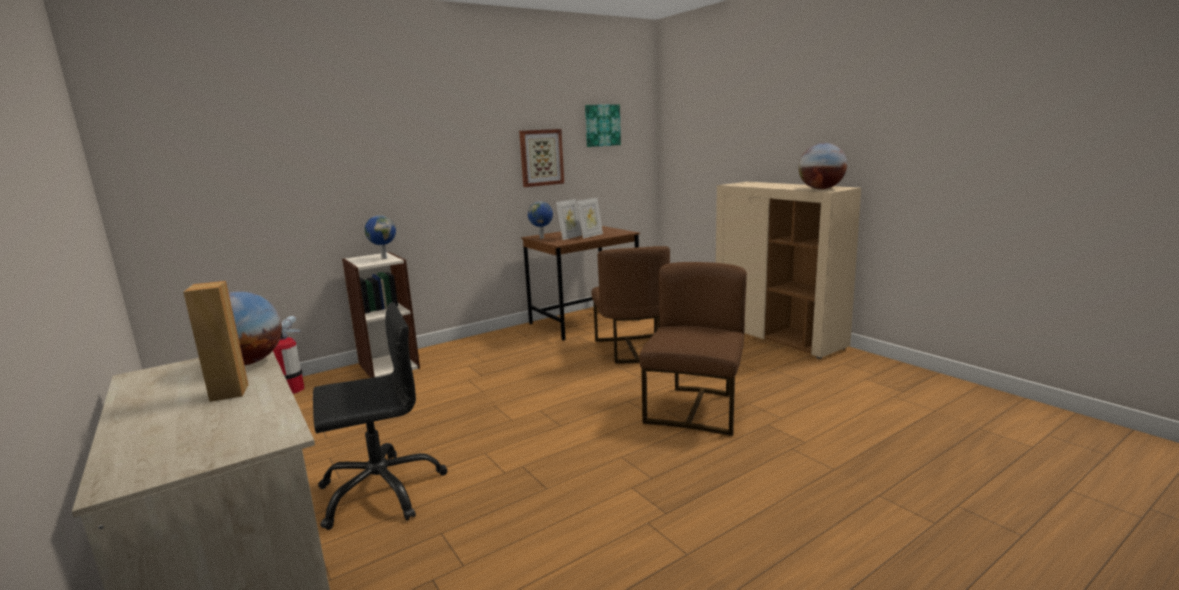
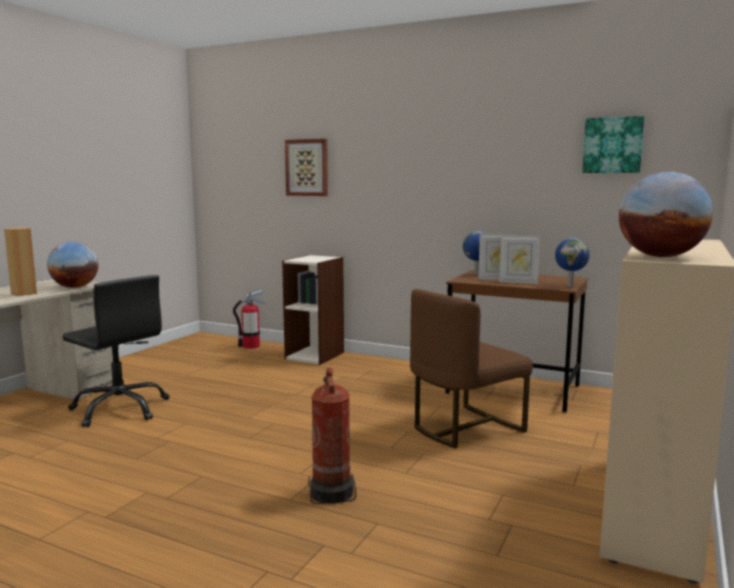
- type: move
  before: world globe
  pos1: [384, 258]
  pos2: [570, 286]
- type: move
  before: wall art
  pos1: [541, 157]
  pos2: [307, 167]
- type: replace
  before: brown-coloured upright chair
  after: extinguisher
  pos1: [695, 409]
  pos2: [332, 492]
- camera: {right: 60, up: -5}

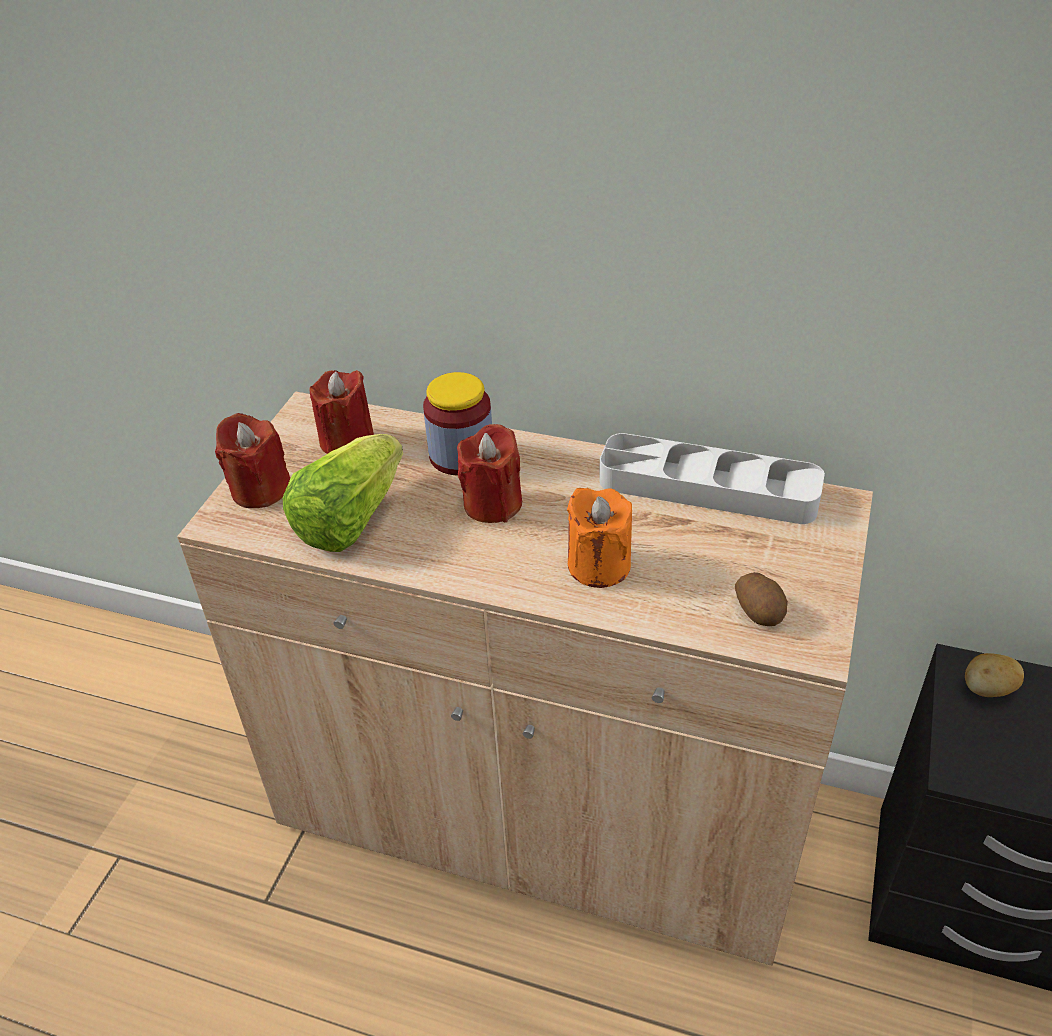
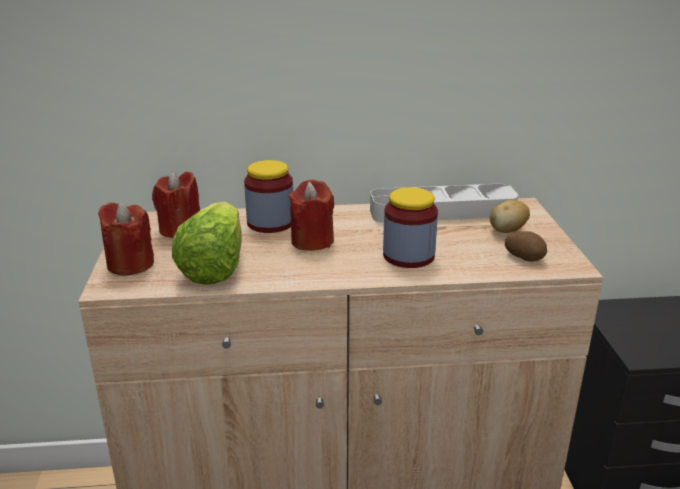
- type: replace
  before: orange-coloured candle
  after: preserve jar
  pos1: [599, 565]
  pos2: [408, 256]
- type: move
  before: potato
  pos1: [987, 690]
  pos2: [507, 231]
- camera: {right: -25, up: -15}

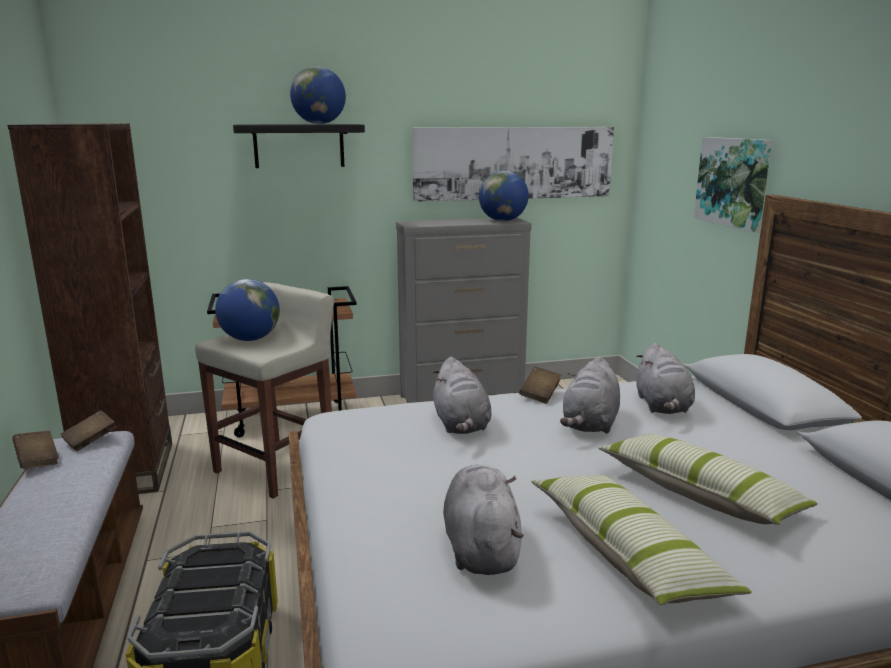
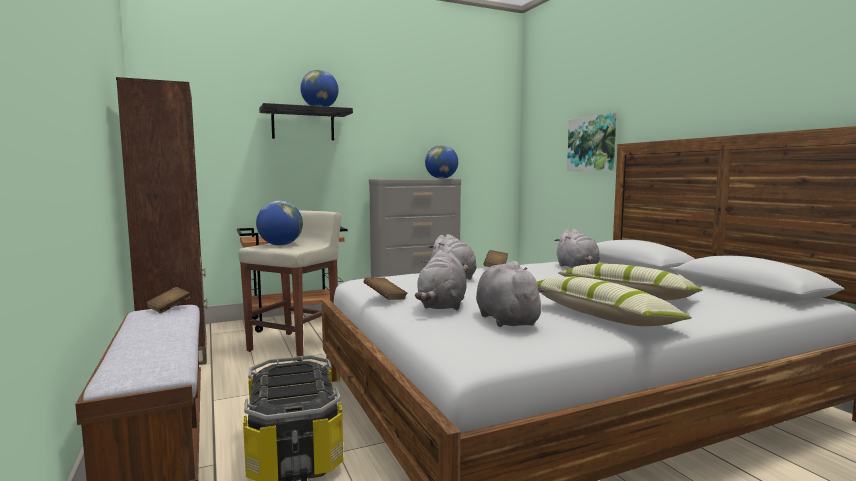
- type: move
  before: brown-coloured bound book
  pos1: [38, 460]
  pos2: [385, 298]
- type: delete
  before: wall art
  pos1: [514, 163]
- type: move
  before: grey cuddly toy
  pos1: [590, 424]
  pos2: [442, 305]
- camera: {right: -10, up: -10}

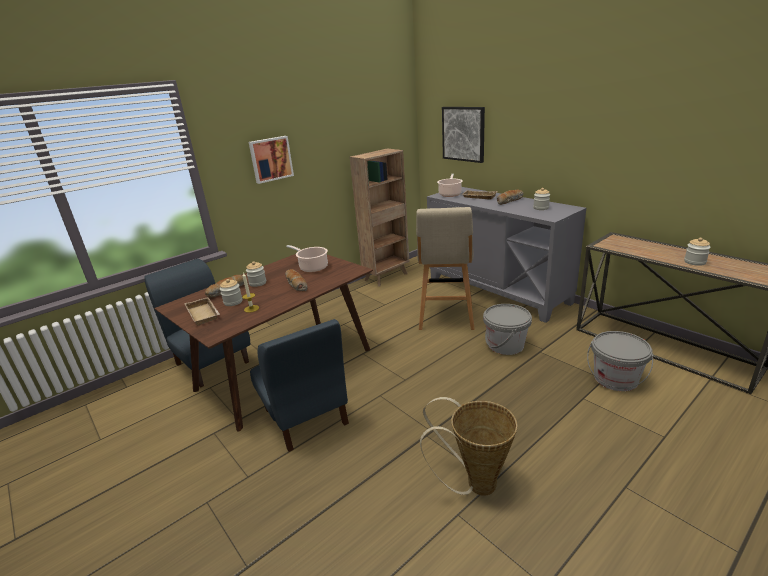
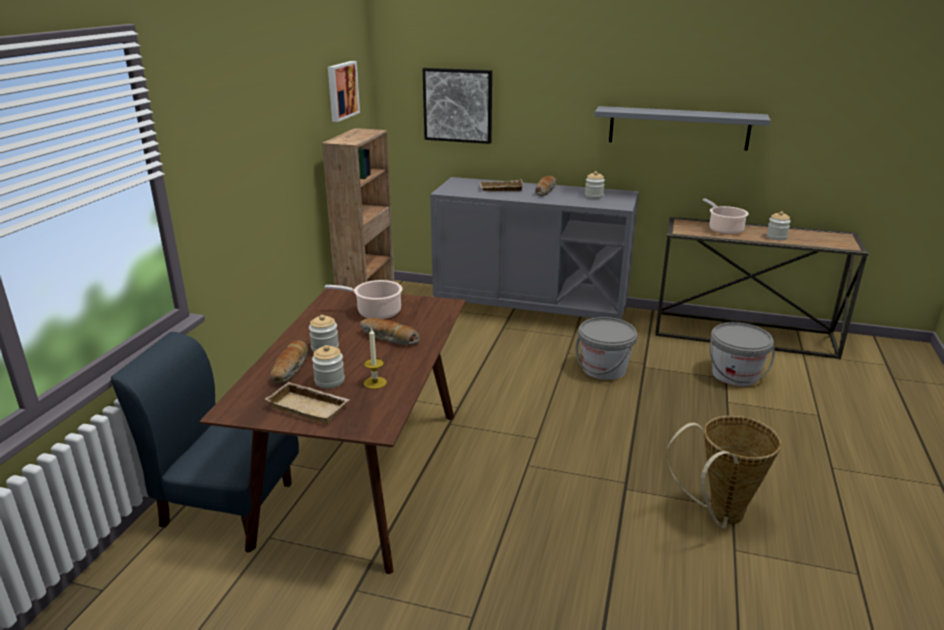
- type: move
  before: wall art
  pos1: [270, 159]
  pos2: [341, 90]
- type: delete
  before: bluish upright chair
  pos1: [305, 417]
- type: delete
  before: beige-coloured stool
  pos1: [446, 318]
- type: move
  before: saucepot
  pos1: [450, 194]
  pos2: [724, 229]
- type: insert
  after: grey bracket shelf
  pos2: [678, 128]
- camera: {right: -35, up: 0}

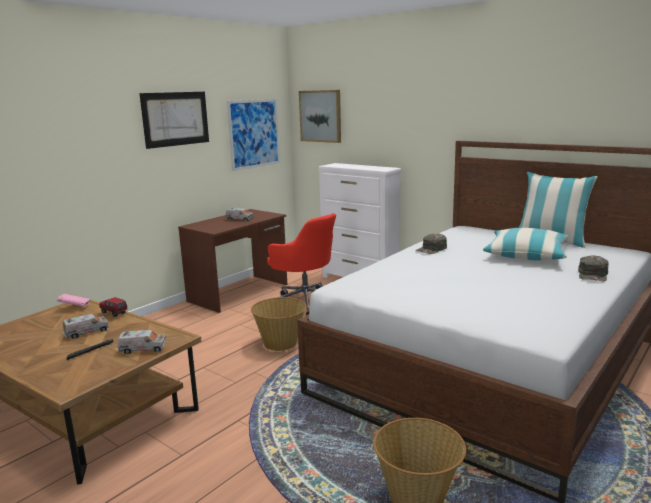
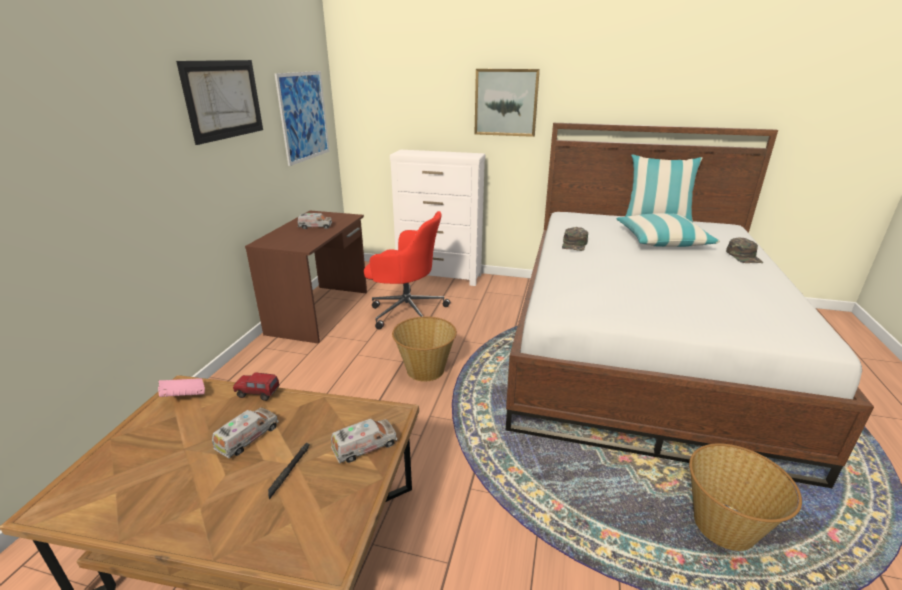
- type: move
  before: wall art
  pos1: [320, 116]
  pos2: [506, 102]
- camera: {right: -25, up: 10}

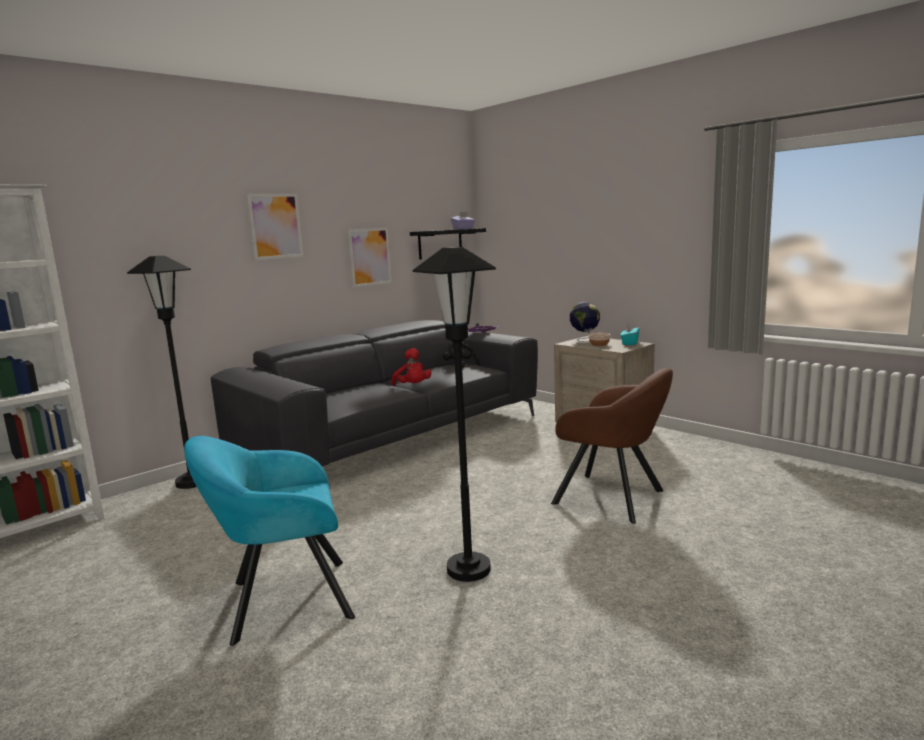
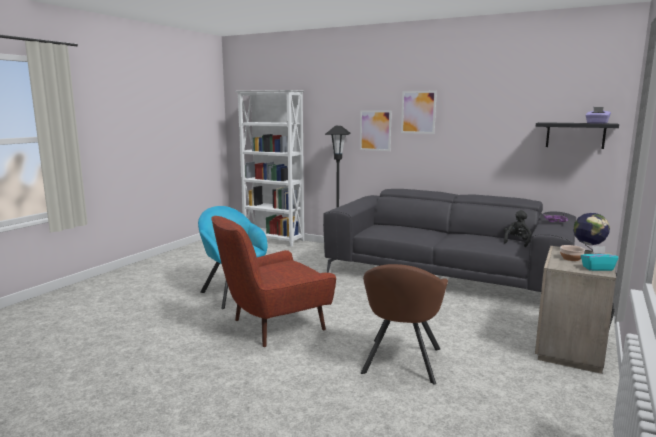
- type: move
  before: wall art
  pos1: [370, 257]
  pos2: [375, 130]
- type: delete
  before: red-coloured cuddly toy
  pos1: [413, 387]
- type: replace
  before: black floor lamp
  after: red-coloured easy chair
  pos1: [468, 569]
  pos2: [273, 326]
- camera: {right: 70, up: 0}

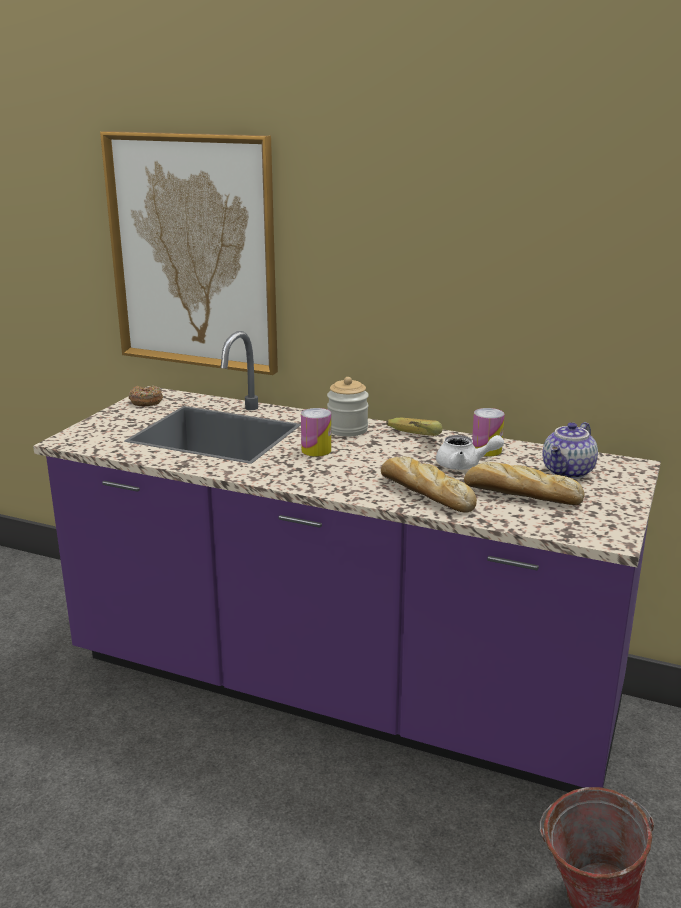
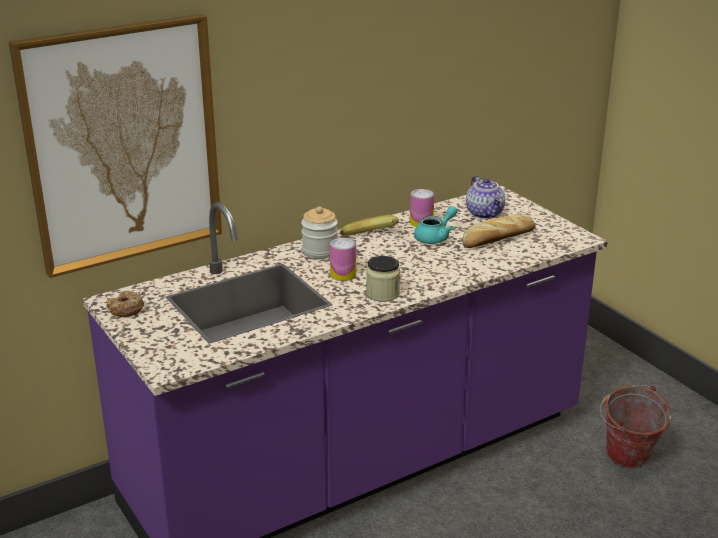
- type: delete
  before: baked bread
  pos1: [424, 492]
- type: recolor
  before: white tea pot
  after: blue-green tea pot
  pos1: [464, 465]
  pos2: [435, 237]
- type: insert
  after: preserve jar
  pos2: [382, 294]
- camera: {right: -55, up: 5}

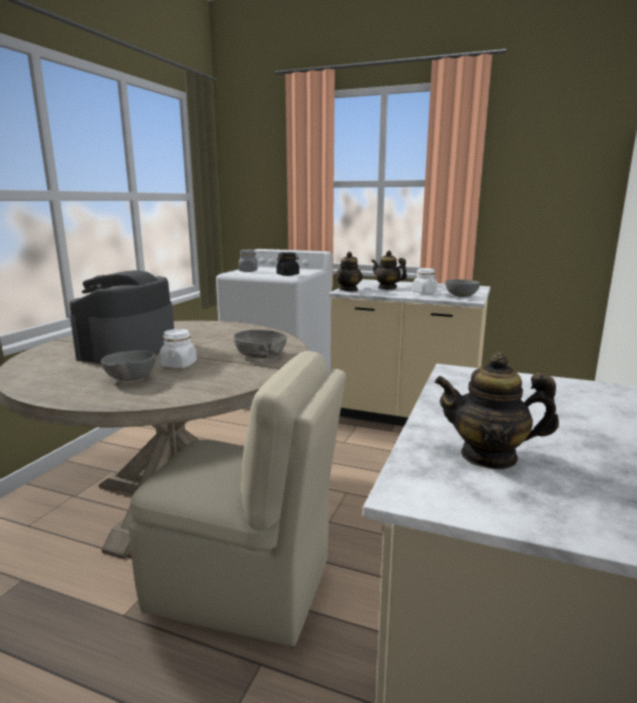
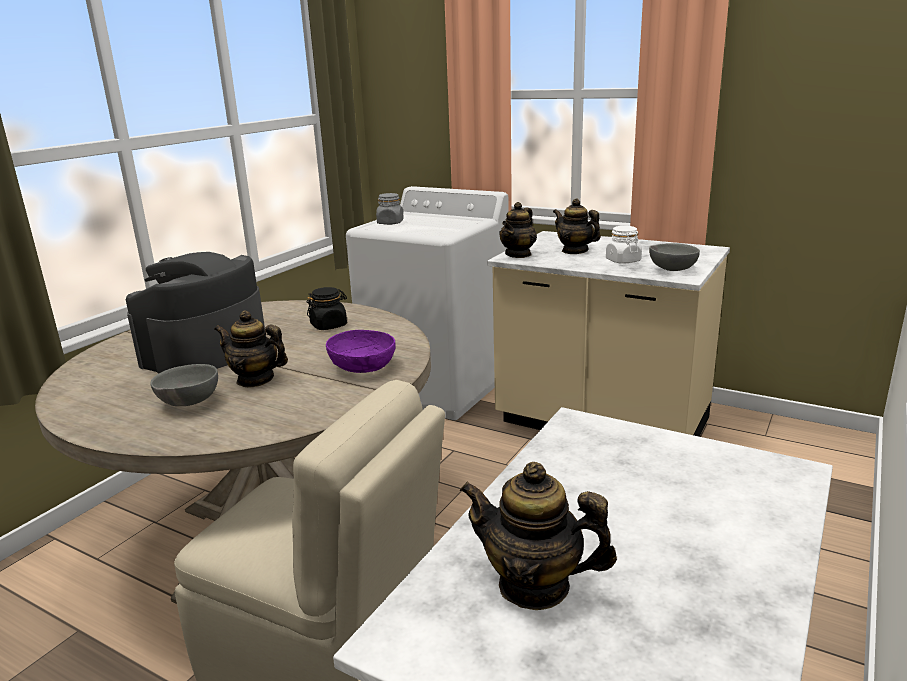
- type: replace
  before: white preserve jar
  after: tea pot
  pos1: [179, 364]
  pos2: [255, 379]
- type: recolor
  before: grey deep dish
  after: purple deep dish
  pos1: [261, 356]
  pos2: [363, 367]
- type: move
  before: black preserve jar
  pos1: [288, 275]
  pos2: [329, 325]
- camera: {right: 10, up: 5}

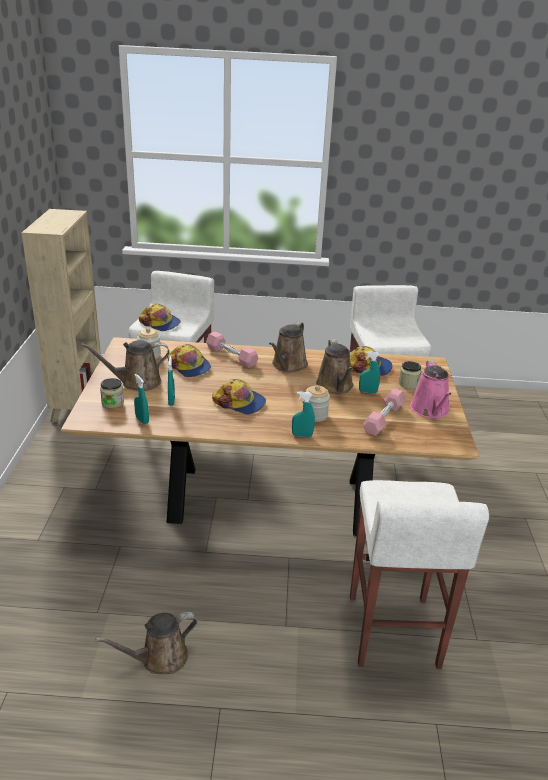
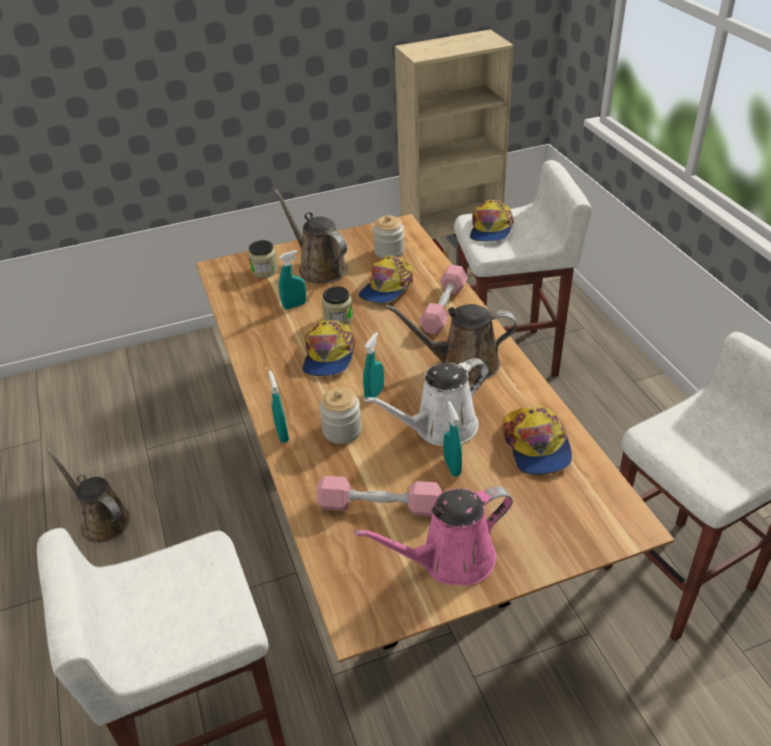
- type: move
  before: blue-green sprayer
  pos1: [142, 420]
  pos2: [374, 394]
- type: recolor
  before: brown-coloured watering can
  after: white watering can
  pos1: [335, 386]
  pos2: [440, 427]
- type: move
  before: preserve jar
  pos1: [408, 384]
  pos2: [338, 319]
- camera: {right: 70, up: 10}

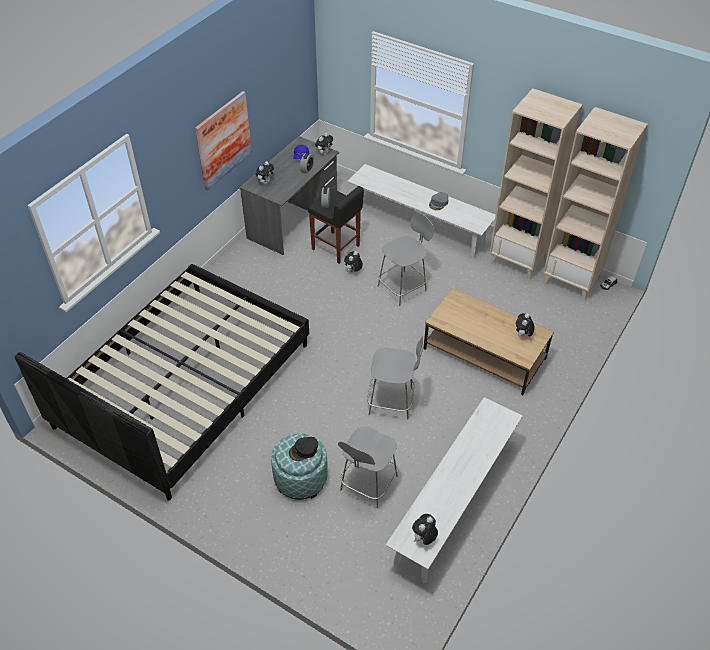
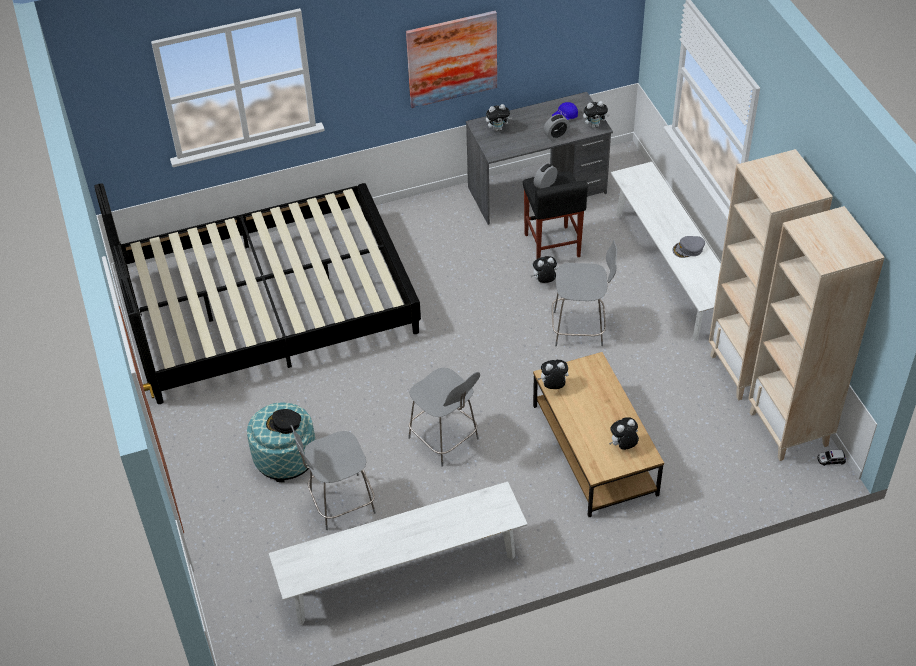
- type: move
  before: cuddly toy
  pos1: [424, 538]
  pos2: [553, 386]
- camera: {right: 40, up: 0}

